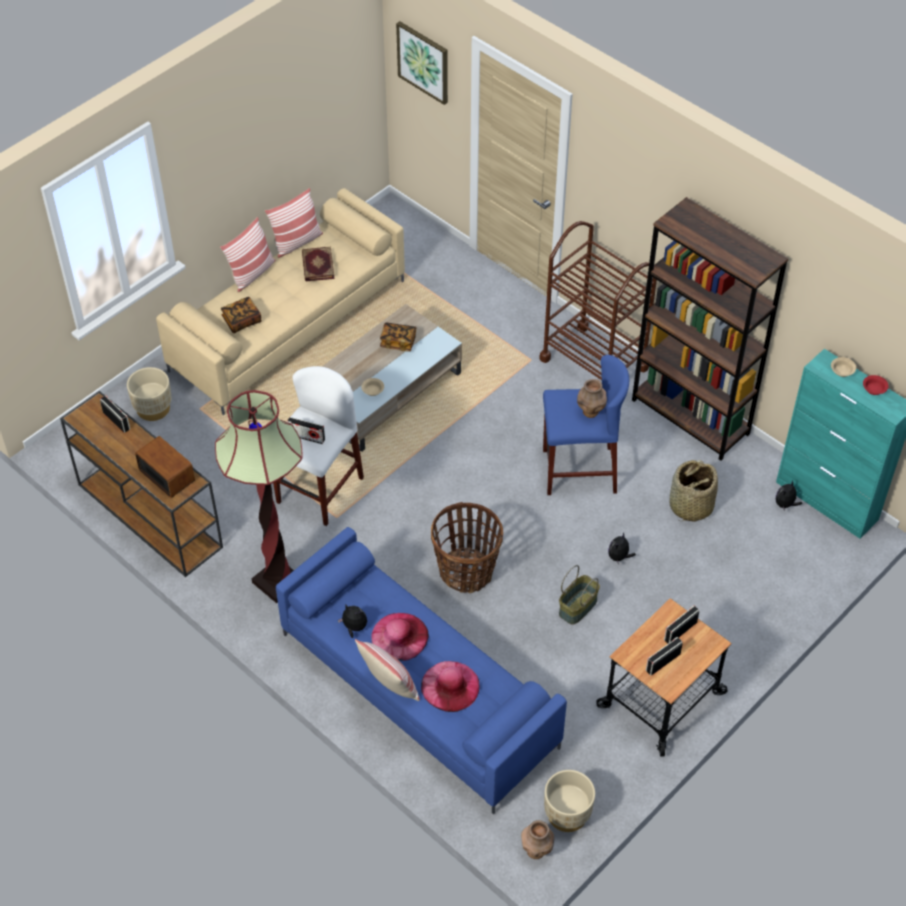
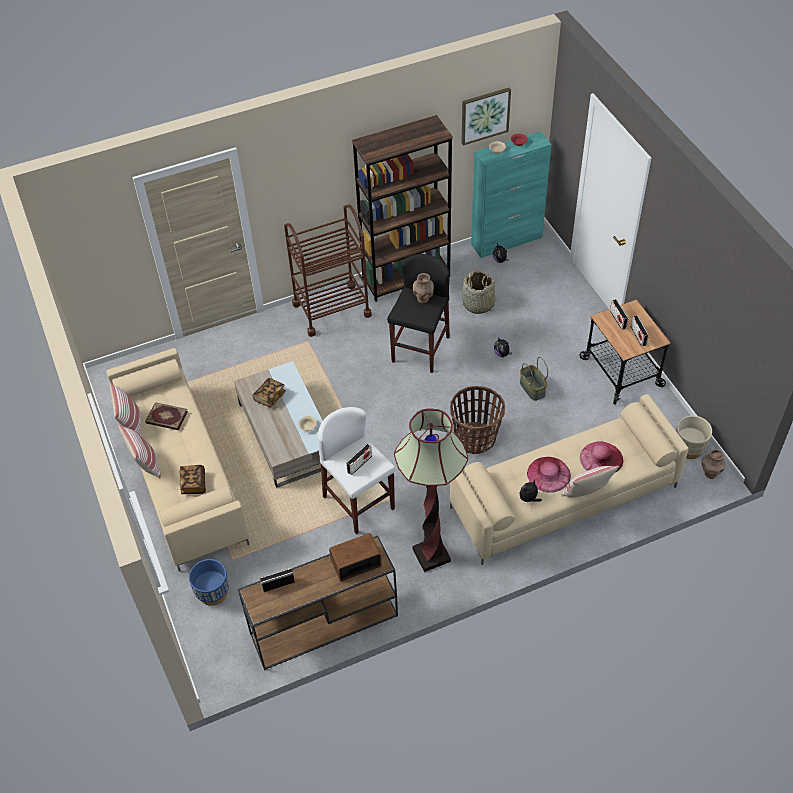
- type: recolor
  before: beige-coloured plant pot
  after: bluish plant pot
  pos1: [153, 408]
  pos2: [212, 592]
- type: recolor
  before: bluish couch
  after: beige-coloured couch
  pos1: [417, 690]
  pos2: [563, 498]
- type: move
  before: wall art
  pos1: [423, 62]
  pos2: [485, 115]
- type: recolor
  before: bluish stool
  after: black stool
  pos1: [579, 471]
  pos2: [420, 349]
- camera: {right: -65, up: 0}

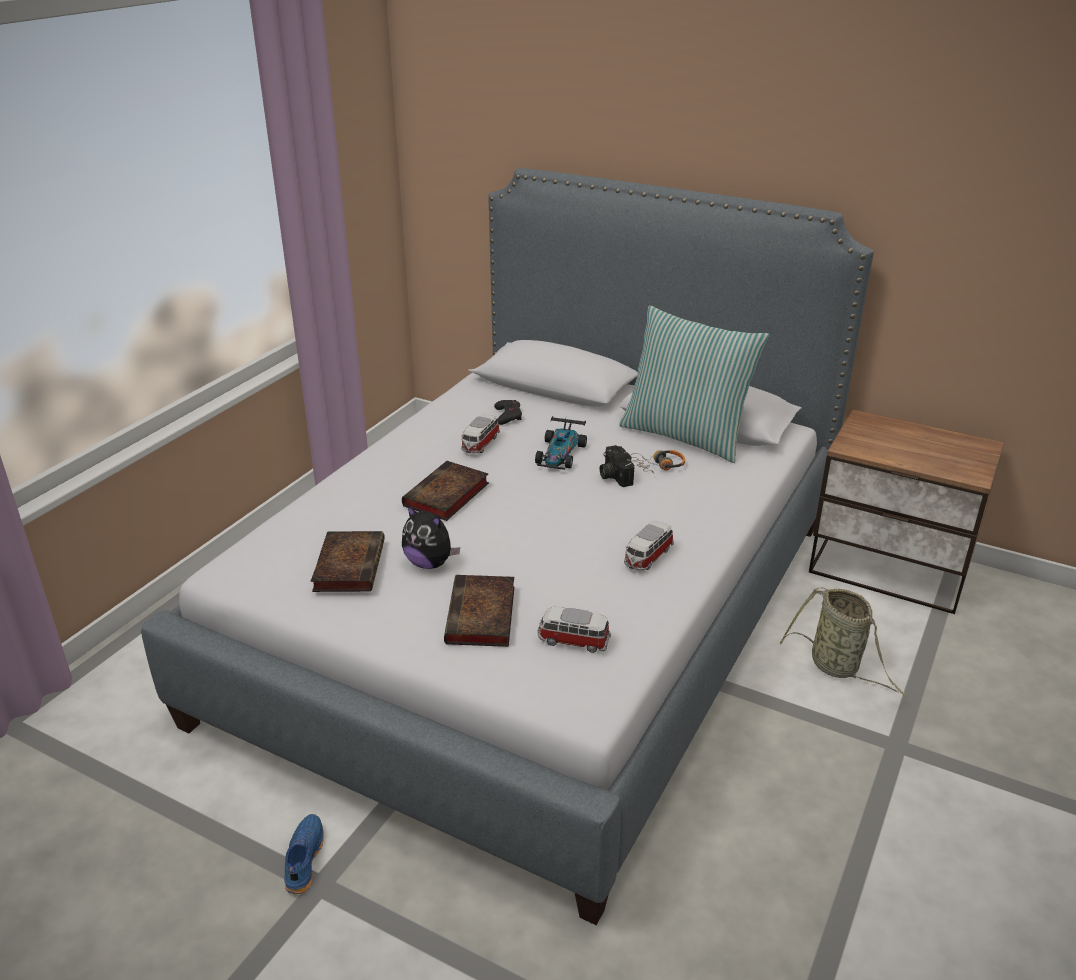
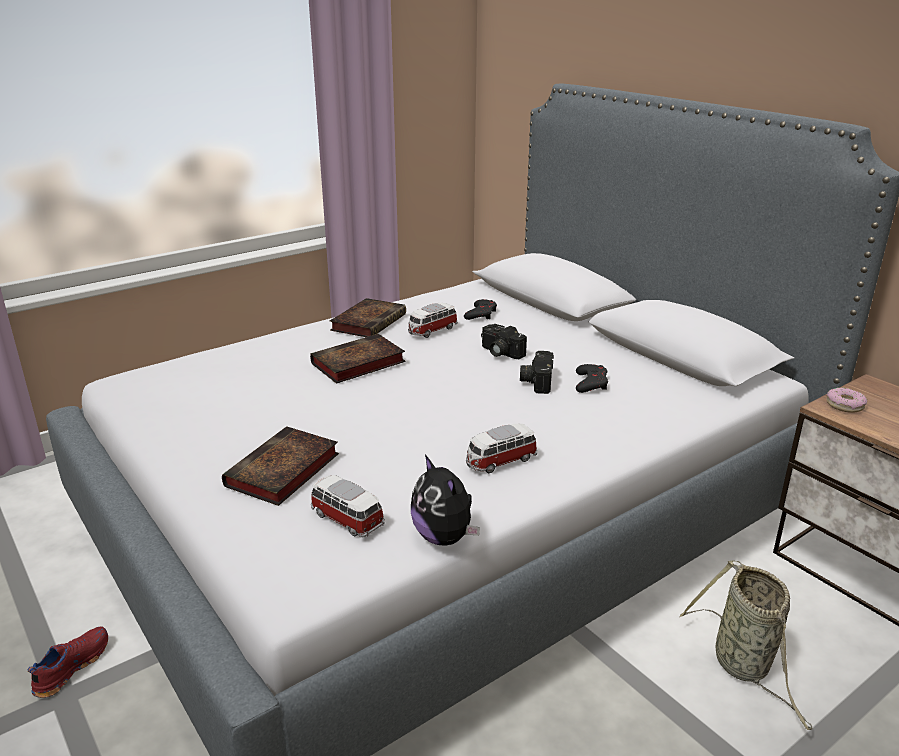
- type: recolor
  before: bluish low shoe
  after: red-coloured low shoe
  pos1: [303, 859]
  pos2: [71, 667]
- type: move
  before: bound book
  pos1: [349, 565]
  pos2: [369, 322]
- type: move
  before: cuddly toy
  pos1: [430, 563]
  pos2: [444, 537]
- type: replace
  before: miniature car
  after: still camera
  pos1: [560, 454]
  pos2: [499, 352]
- type: delete
  before: pillow
  pos1: [685, 436]
- type: replace
  before: headset
  after: black joypad
  pos1: [659, 466]
  pos2: [591, 383]
- type: insert
  after: ring doughnut
  pos2: [845, 405]
- camera: {right: 25, up: -5}

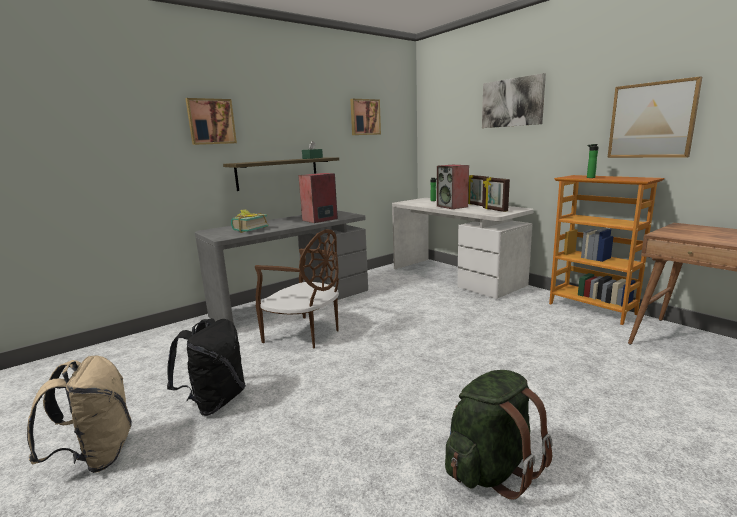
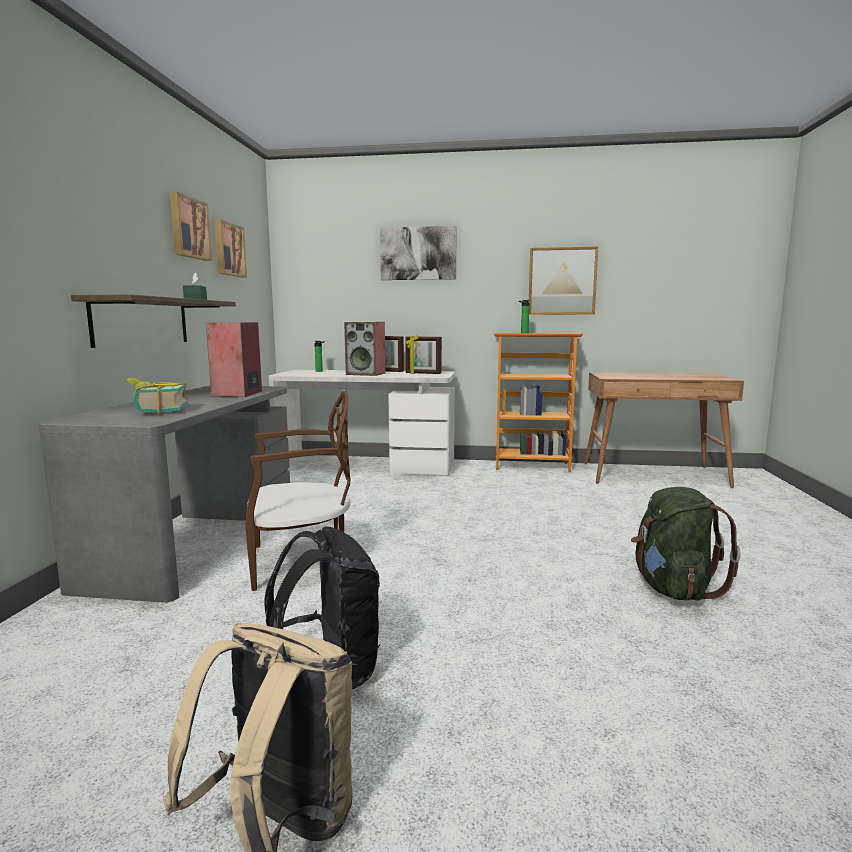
- type: move
  before: wall art
  pos1: [211, 121]
  pos2: [188, 228]
- camera: {right: -45, up: -5}

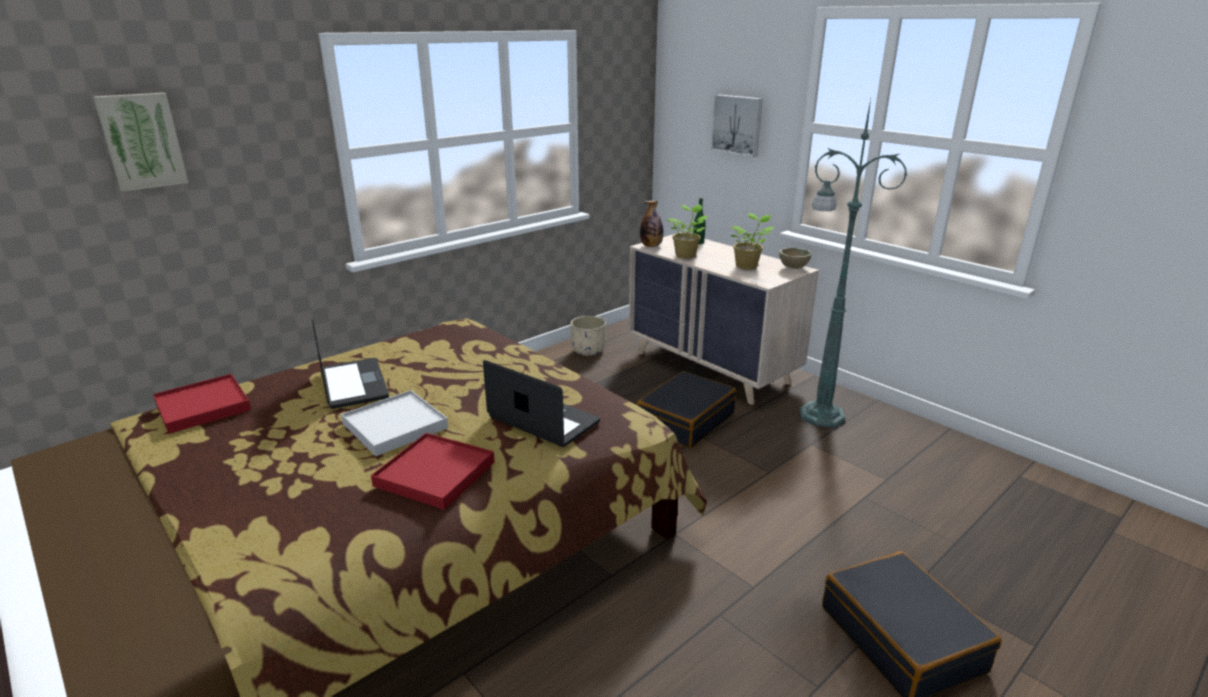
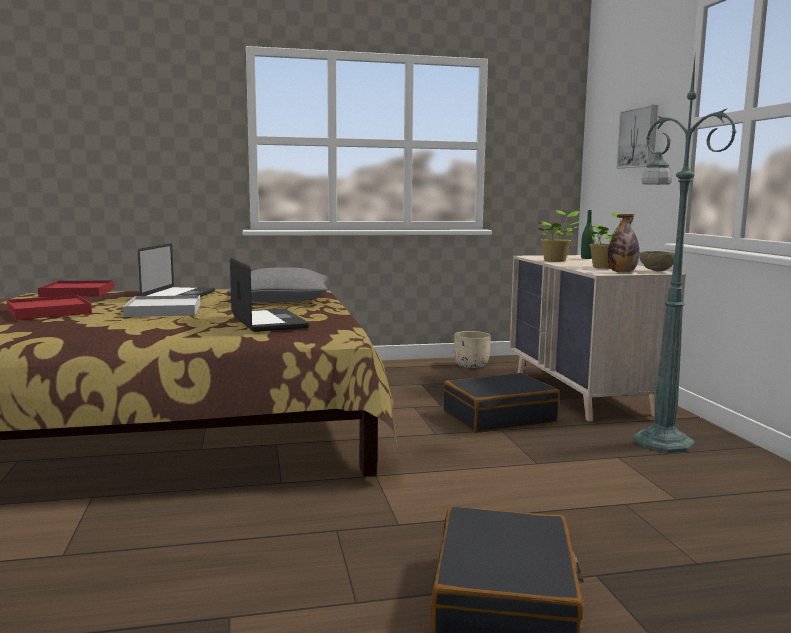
- type: delete
  before: wall art
  pos1: [142, 141]
- type: move
  before: red-coloured tray
  pos1: [435, 474]
  pos2: [49, 311]
- type: move
  before: drink bottle
  pos1: [651, 246]
  pos2: [622, 272]
- type: insert
  after: grey pillow
  pos2: [281, 299]
- camera: {right: 30, up: -15}

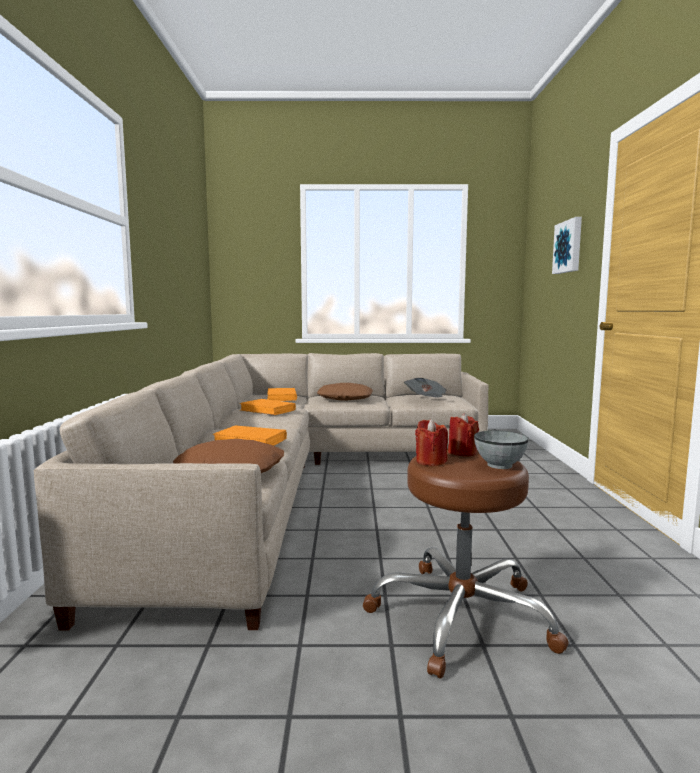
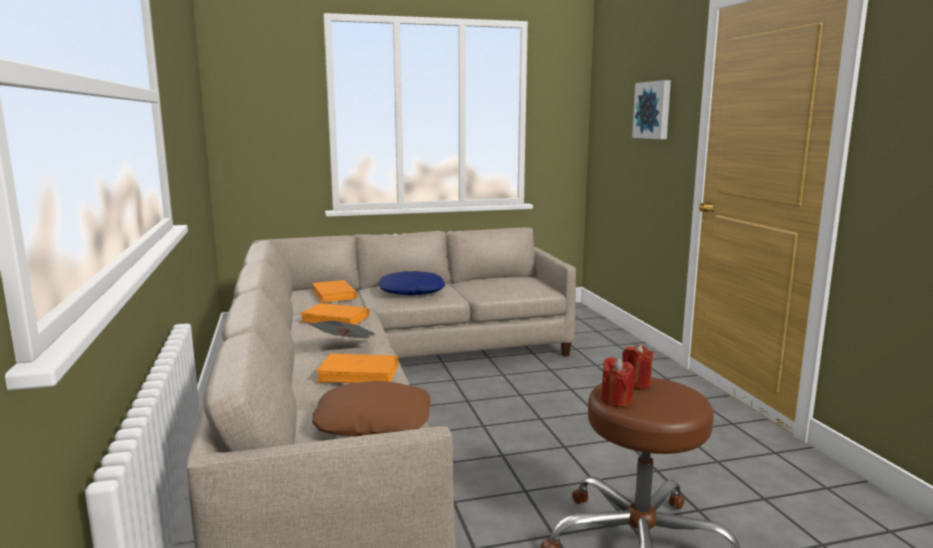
- type: recolor
  before: brown-coloured pillow
  after: bluish pillow
  pos1: [345, 398]
  pos2: [412, 291]
- type: move
  before: printed paper
  pos1: [426, 400]
  pos2: [345, 347]
- type: delete
  before: grey deep dish
  pos1: [499, 465]
- camera: {right: -15, up: 5}

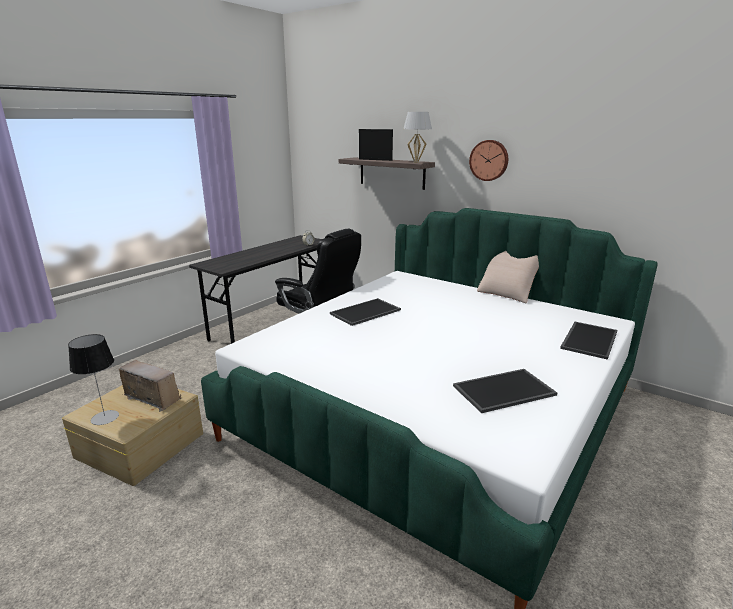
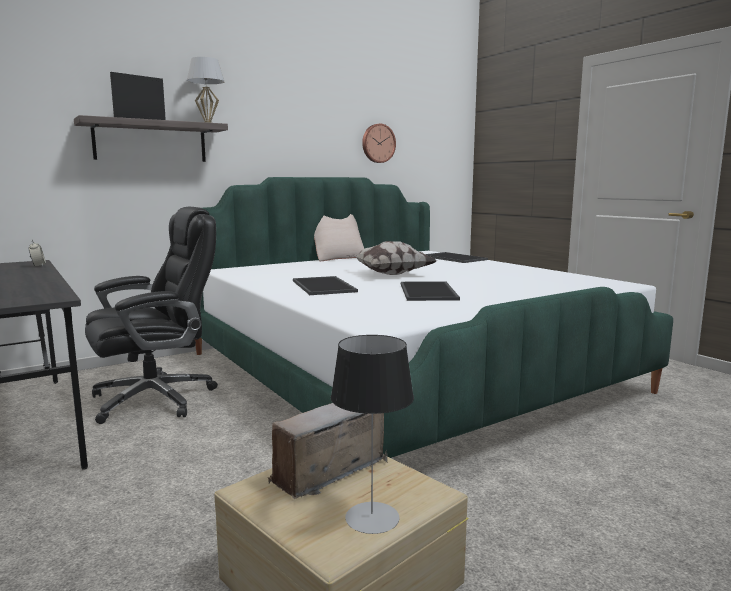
- type: move
  before: tray
  pos1: [504, 391]
  pos2: [429, 292]
- type: move
  before: hanging clock
  pos1: [489, 160]
  pos2: [378, 143]
- type: insert
  after: pillow
  pos2: [389, 274]
- camera: {right: -70, up: -10}

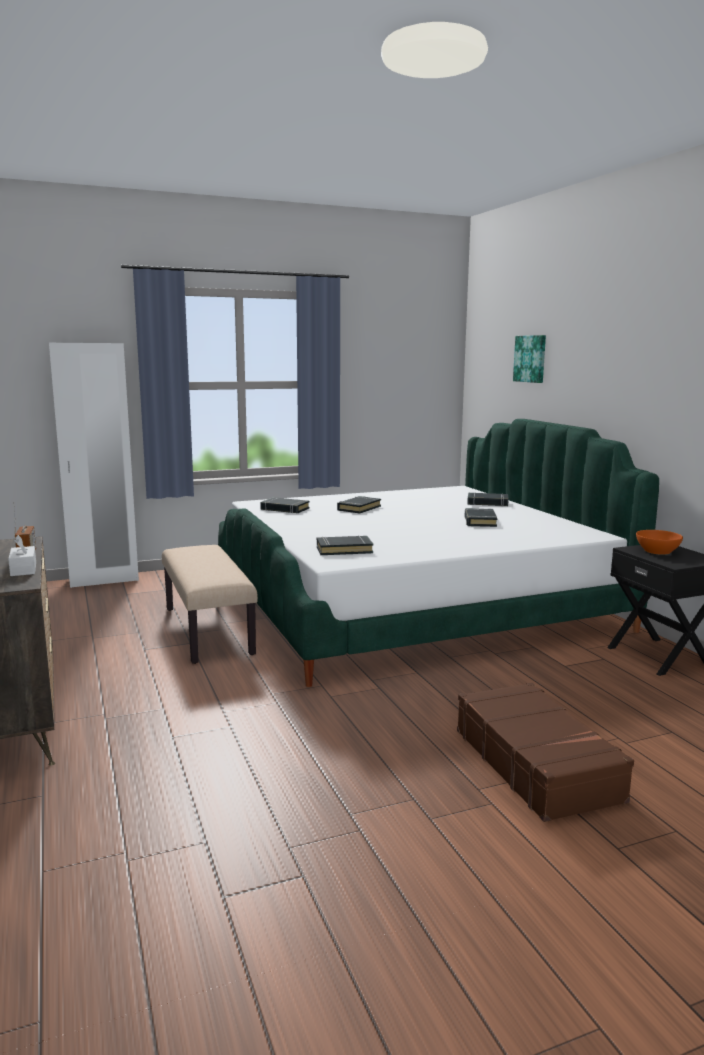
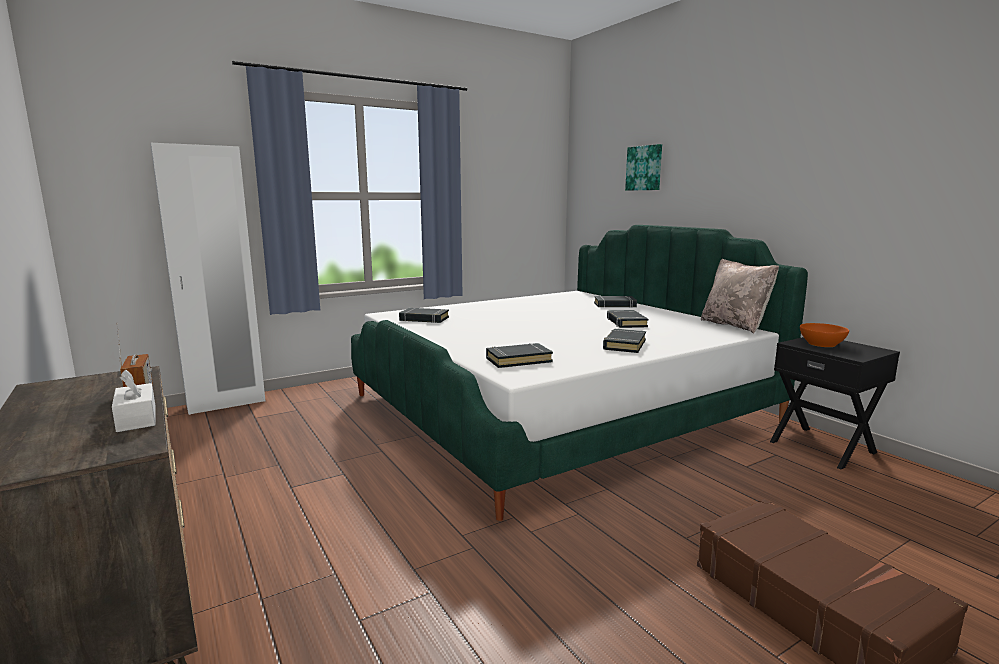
- type: delete
  before: beige-coloured indoor bench
  pos1: [209, 630]
- type: move
  before: black bound book
  pos1: [359, 508]
  pos2: [624, 345]
- type: insert
  after: beige-coloured pillow
  pos2: [735, 325]
- camera: {right: -10, up: 0}

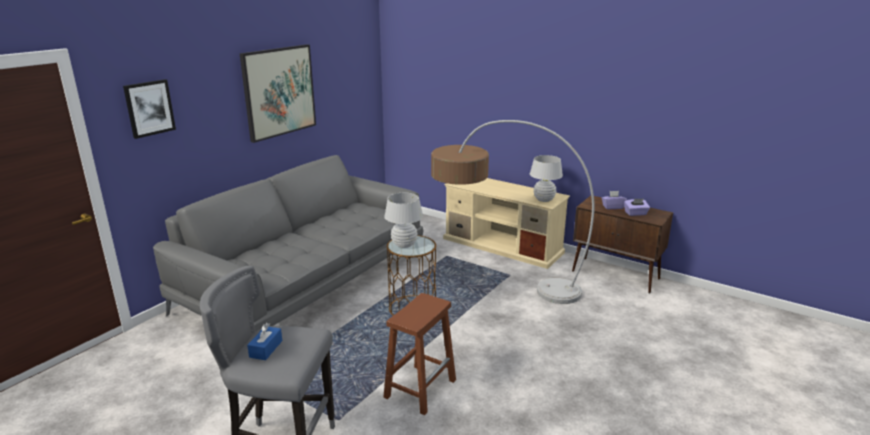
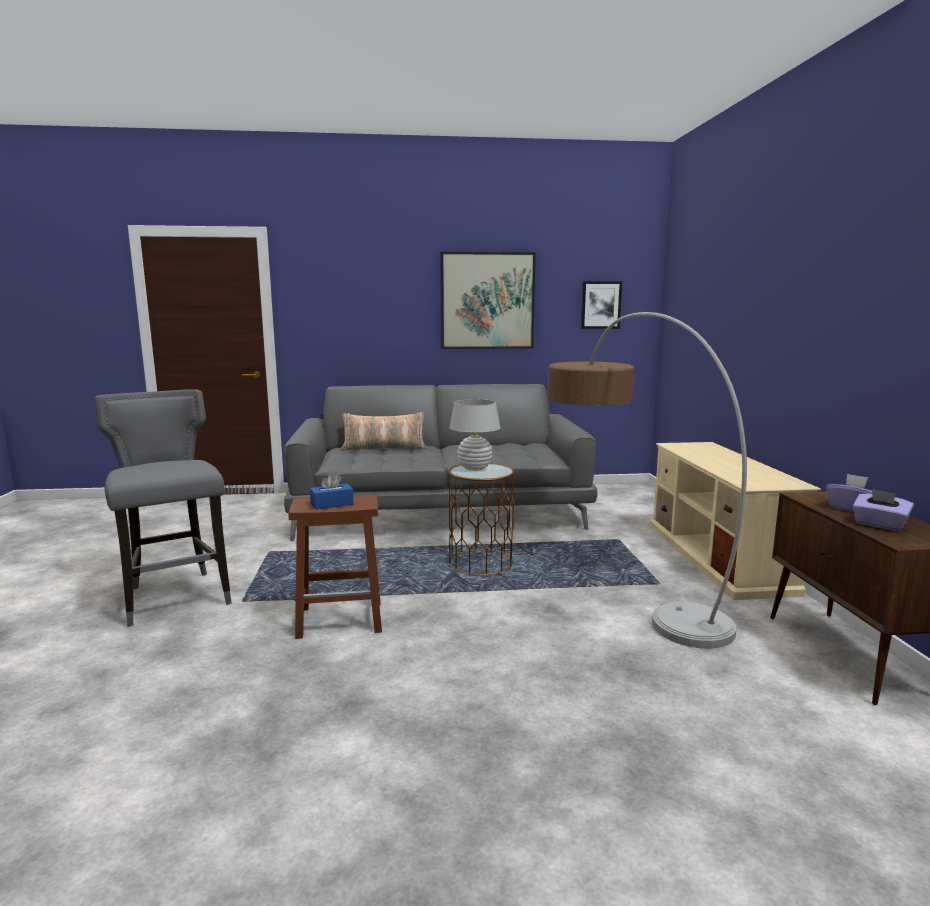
- type: move
  before: wall art
  pos1: [149, 108]
  pos2: [600, 305]
- type: move
  before: bluish tissue holder
  pos1: [266, 349]
  pos2: [332, 504]
- type: delete
  before: white table lamp
  pos1: [544, 200]
- type: insert
  after: pillow
  pos2: [384, 448]
- camera: {right: 50, up: -10}

